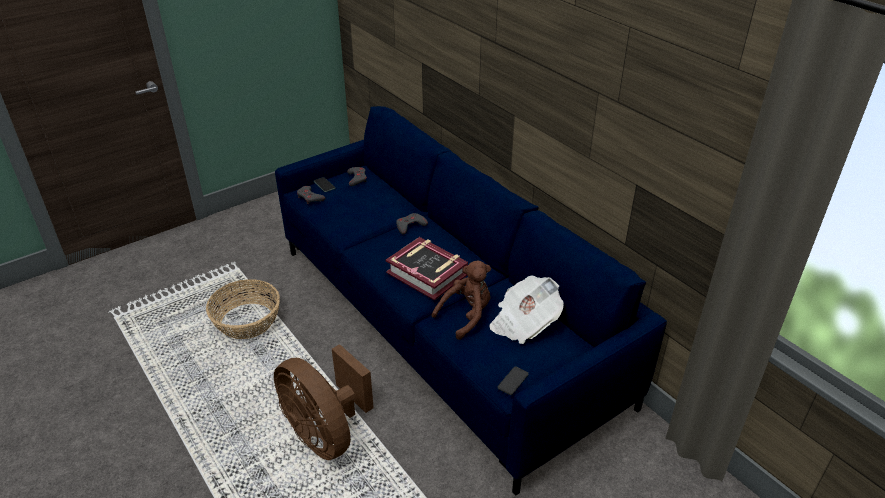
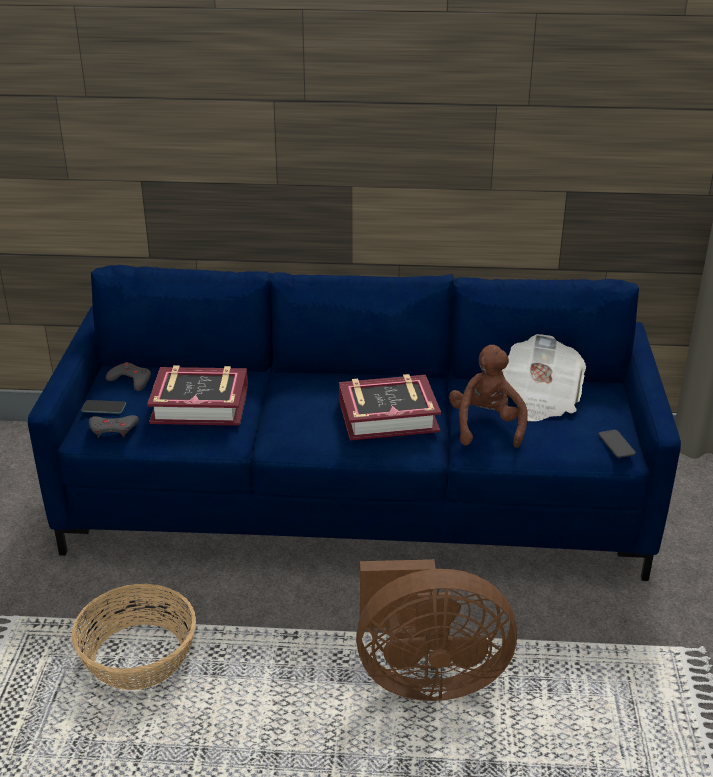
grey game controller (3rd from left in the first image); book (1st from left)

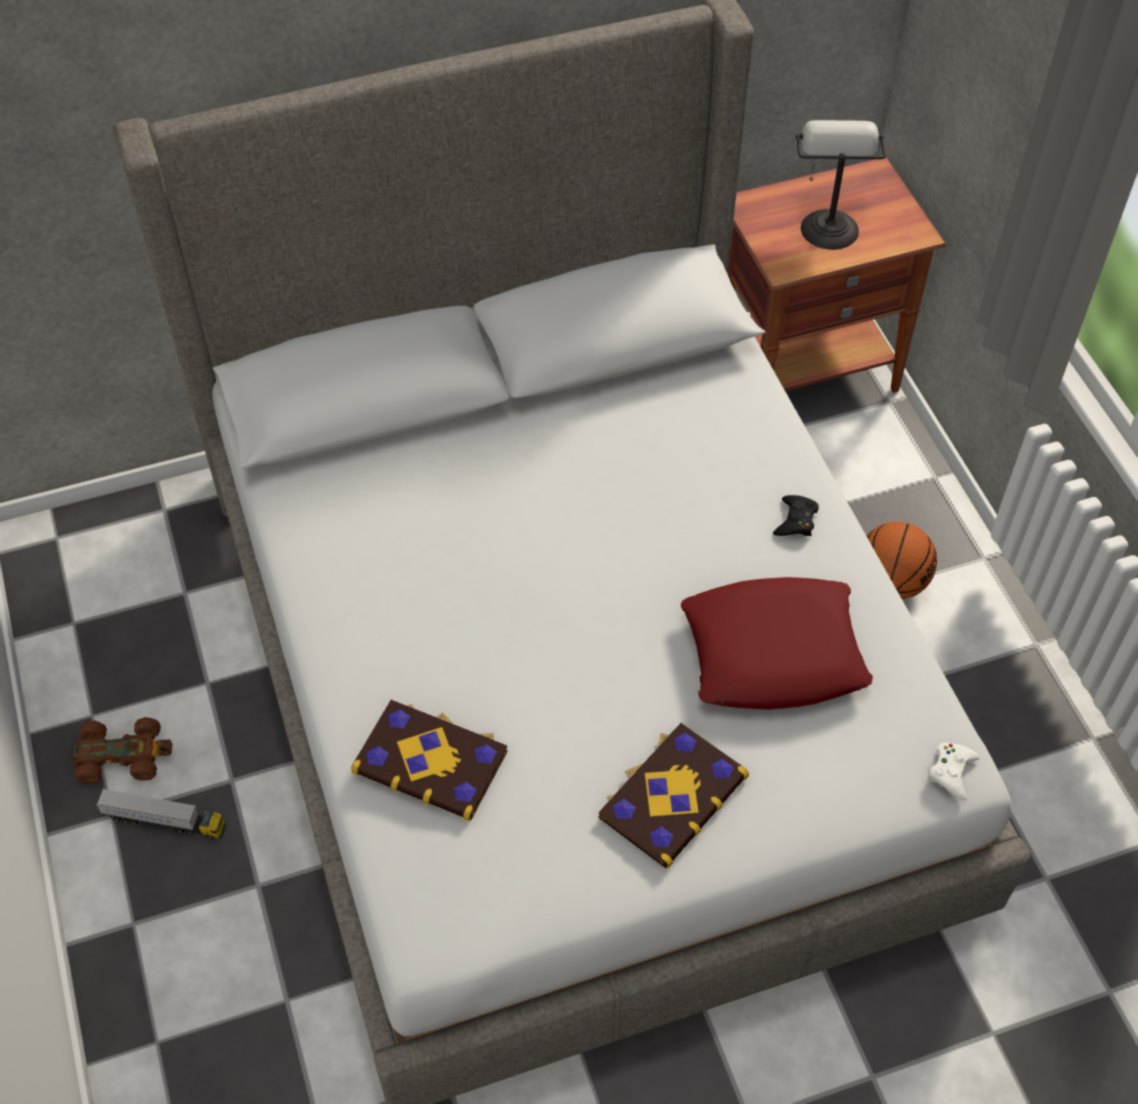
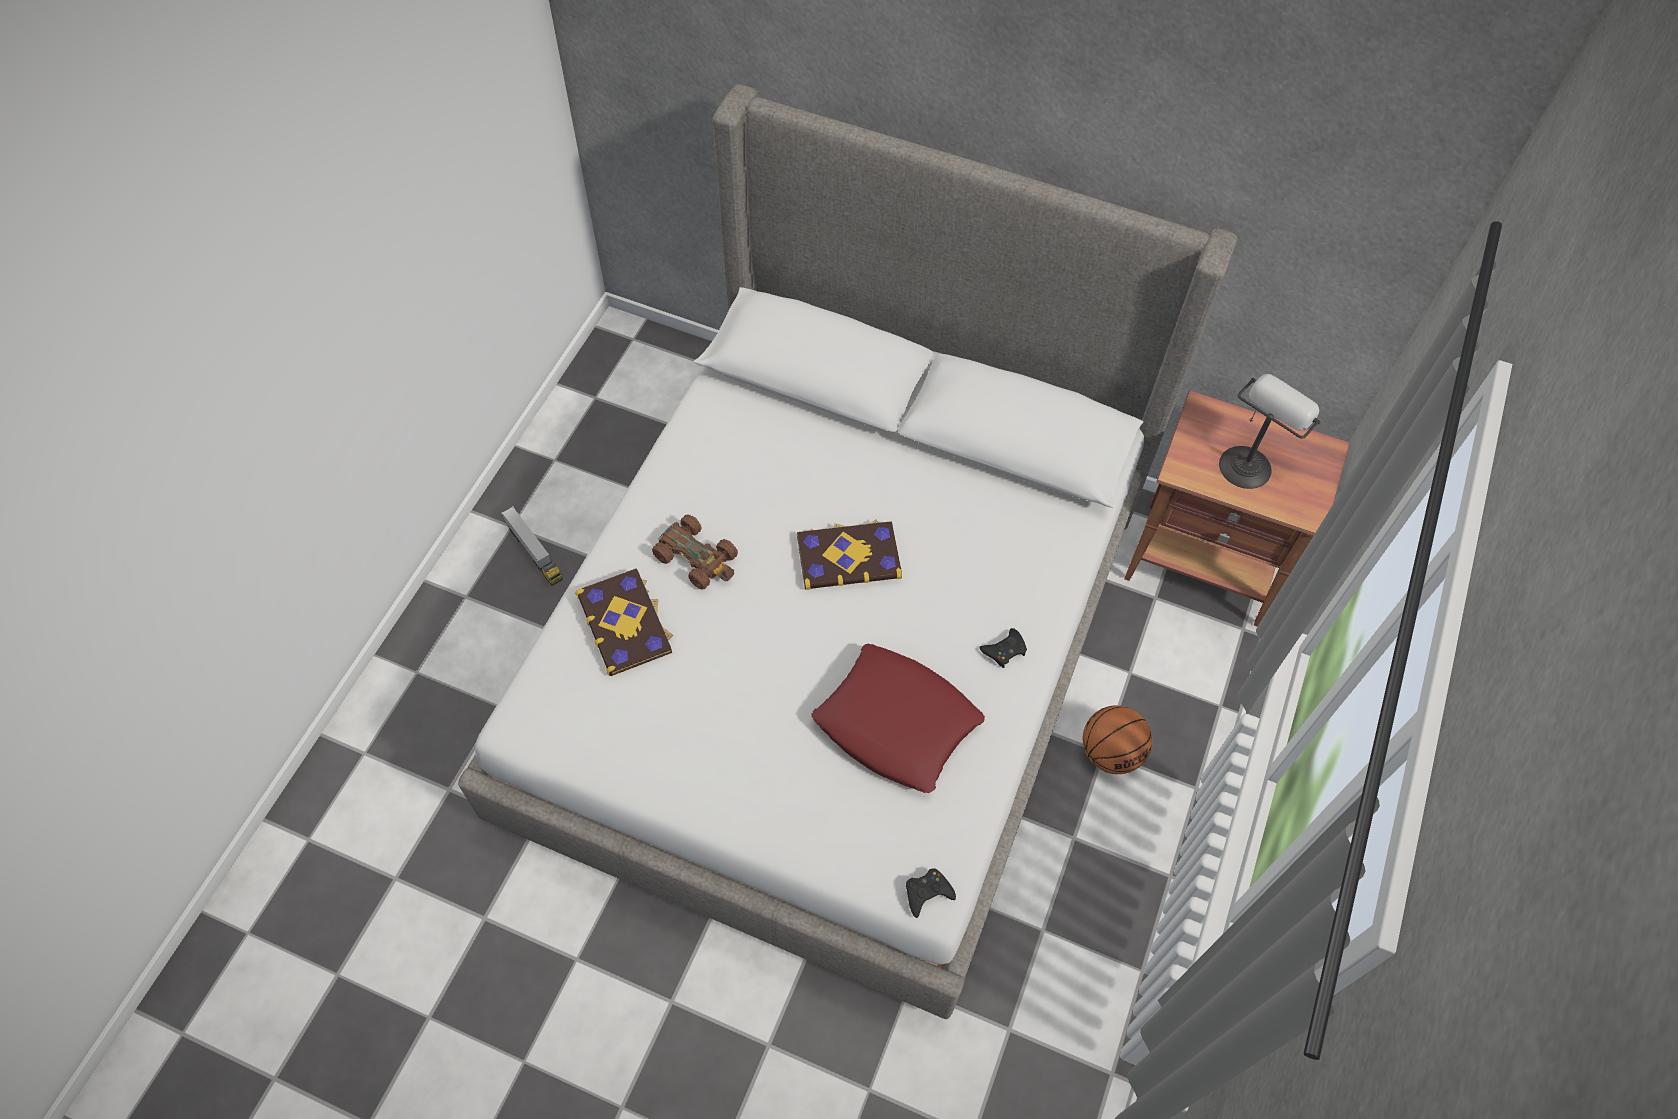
brown toy car; book (2nd from left); black game controller (1st from left)

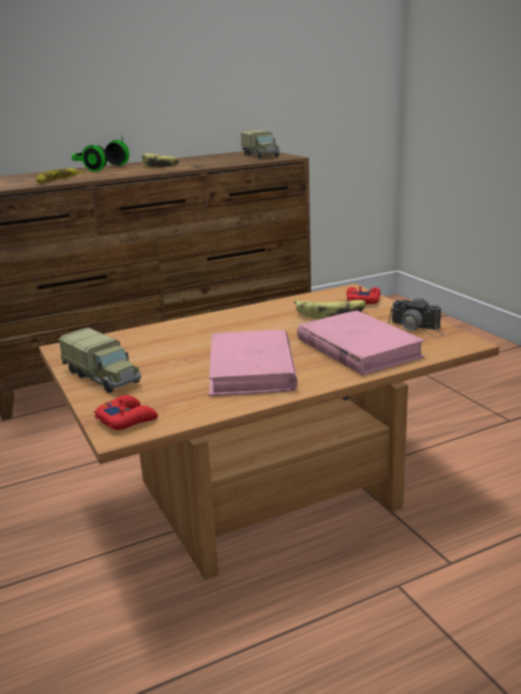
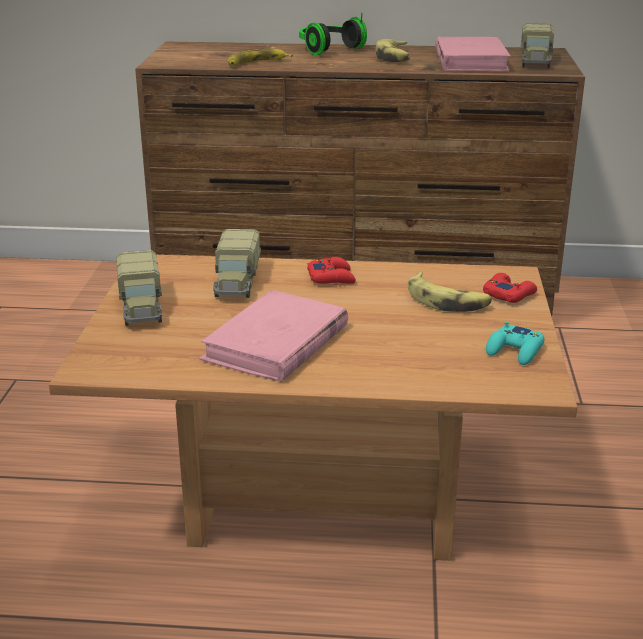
turquoise game controller; pink book (2nd from left); red game controller (1st from left); toy truck (2nd from left)

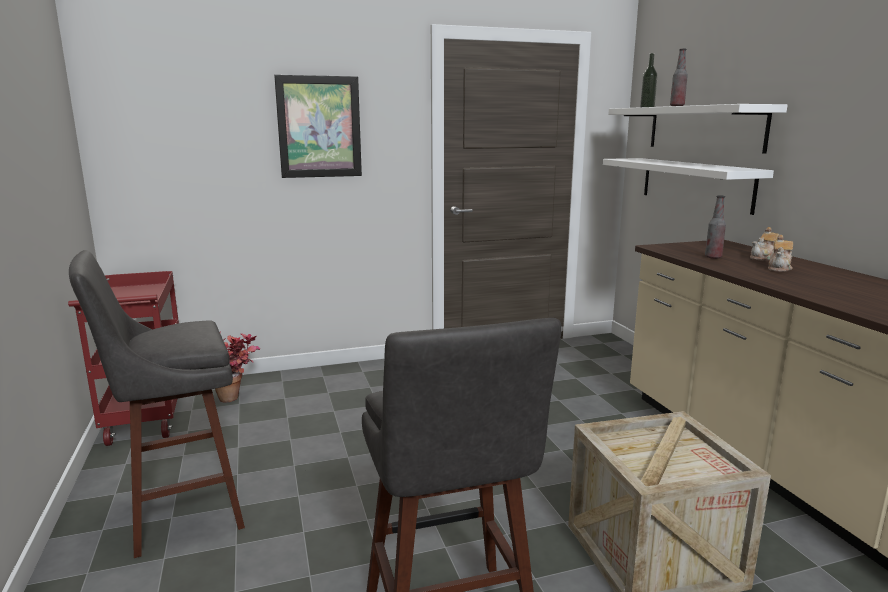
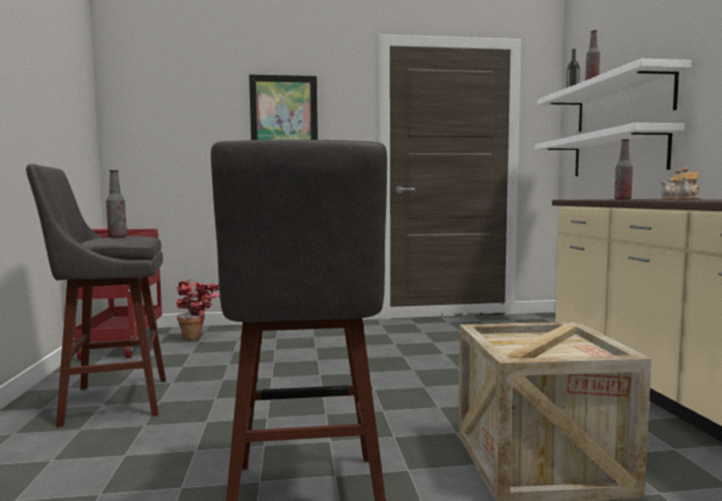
bottle (1st from left)

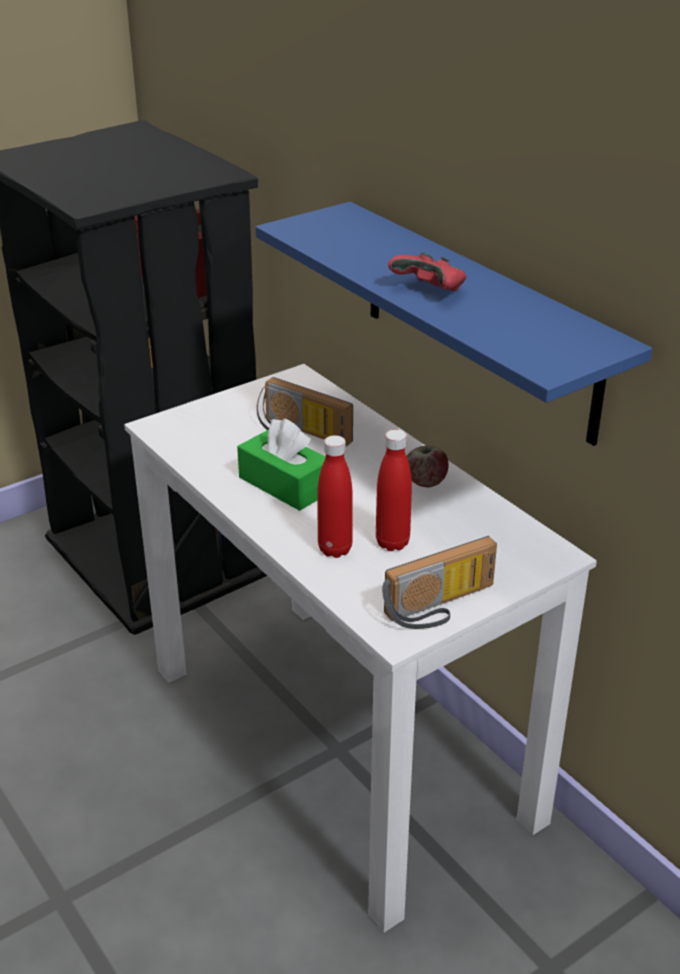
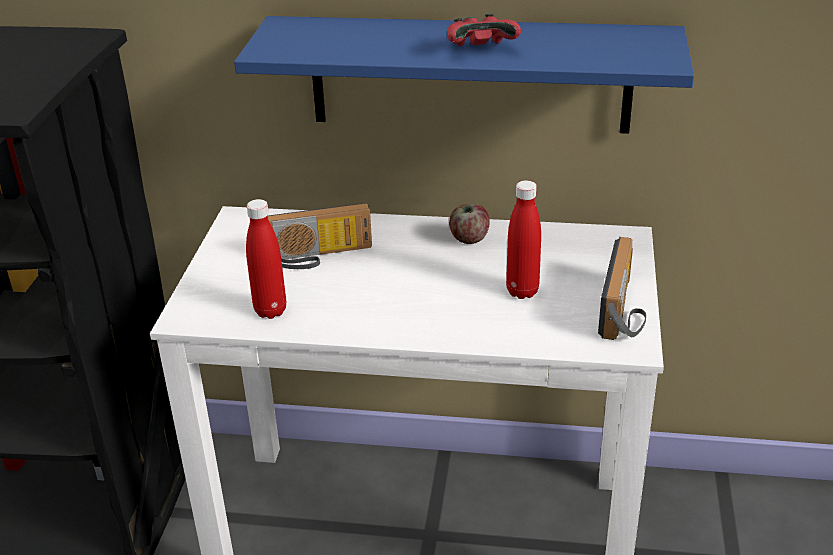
green tissue box; red bottle (1st from left)

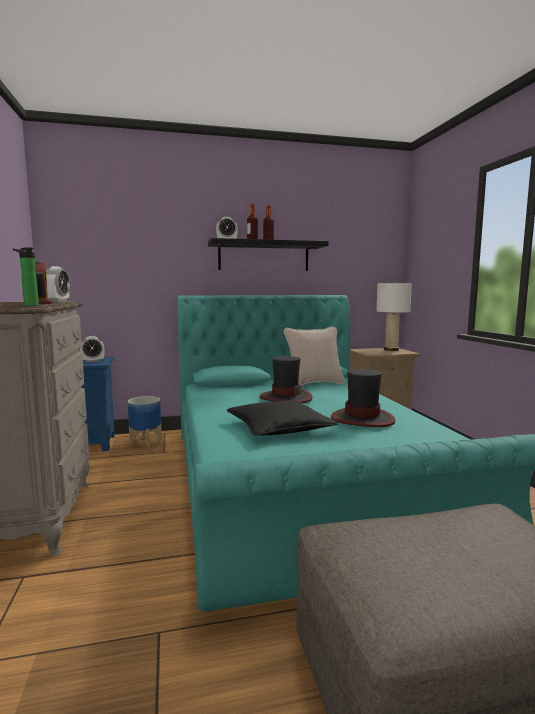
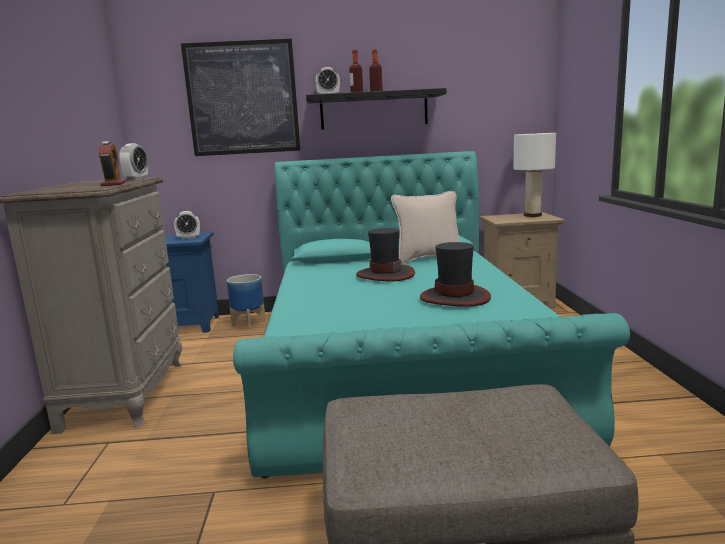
bottle (1st from left in the first image); black pillow; picture

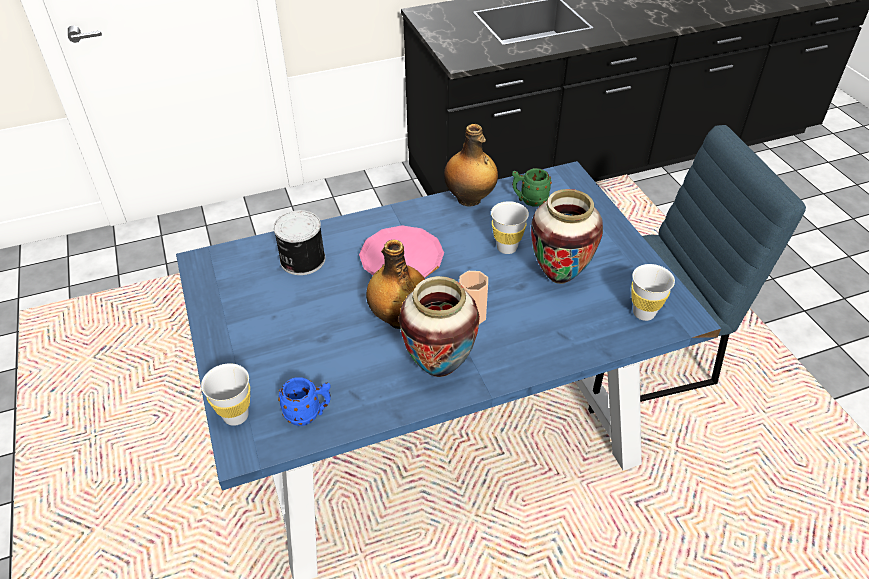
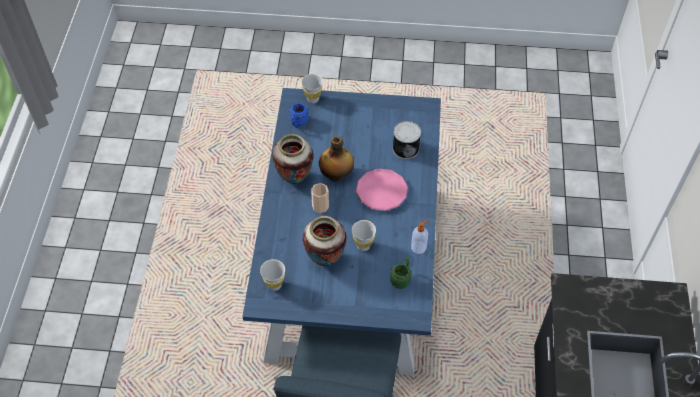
soap dispenser

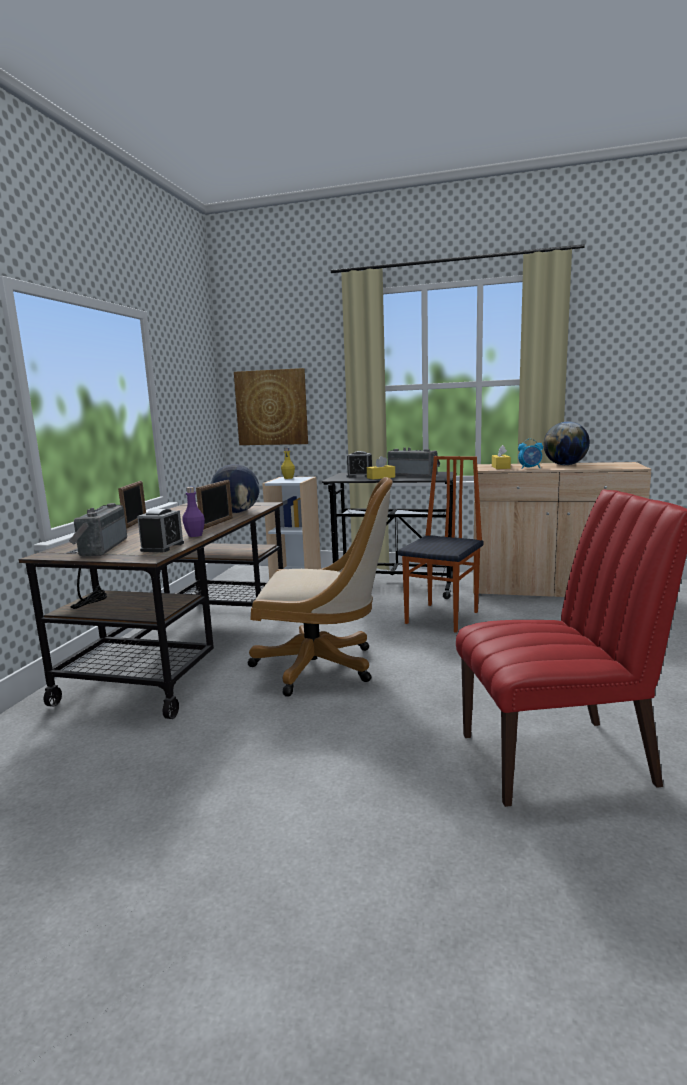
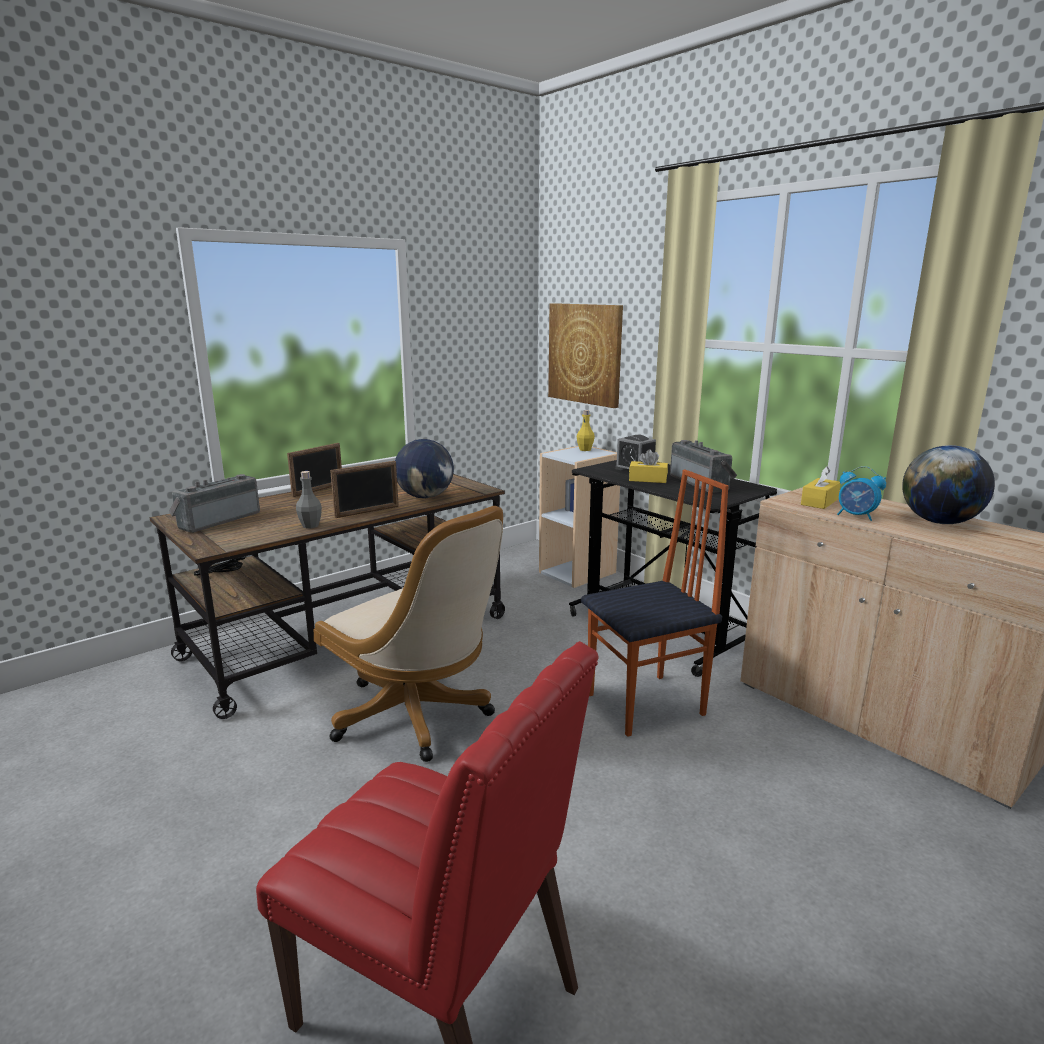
grey bottle; alarm clock (1st from left in the first image)

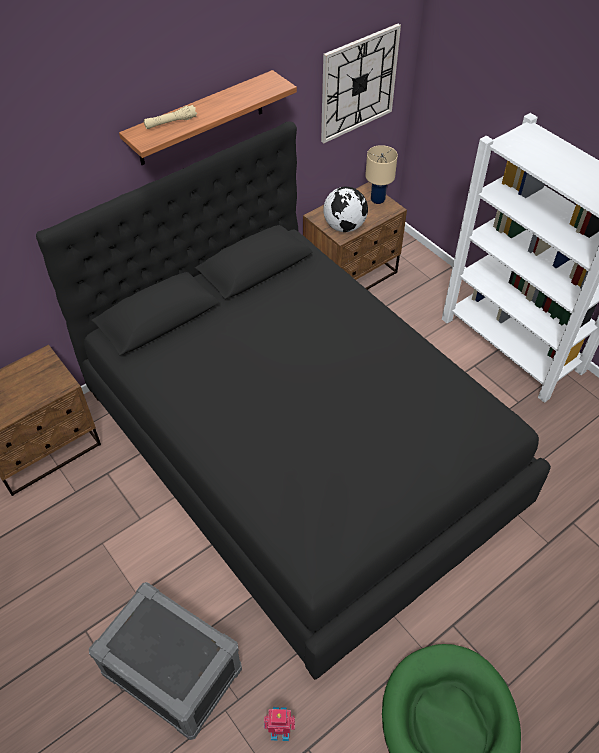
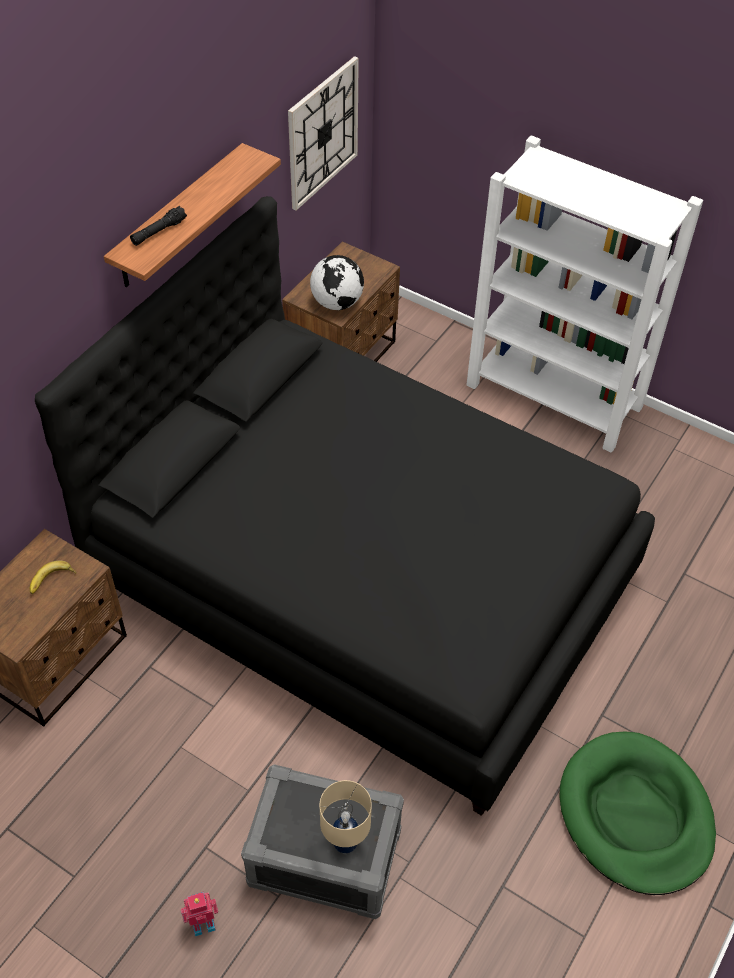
black flashlight; beige table lamp; toy robot; banana

